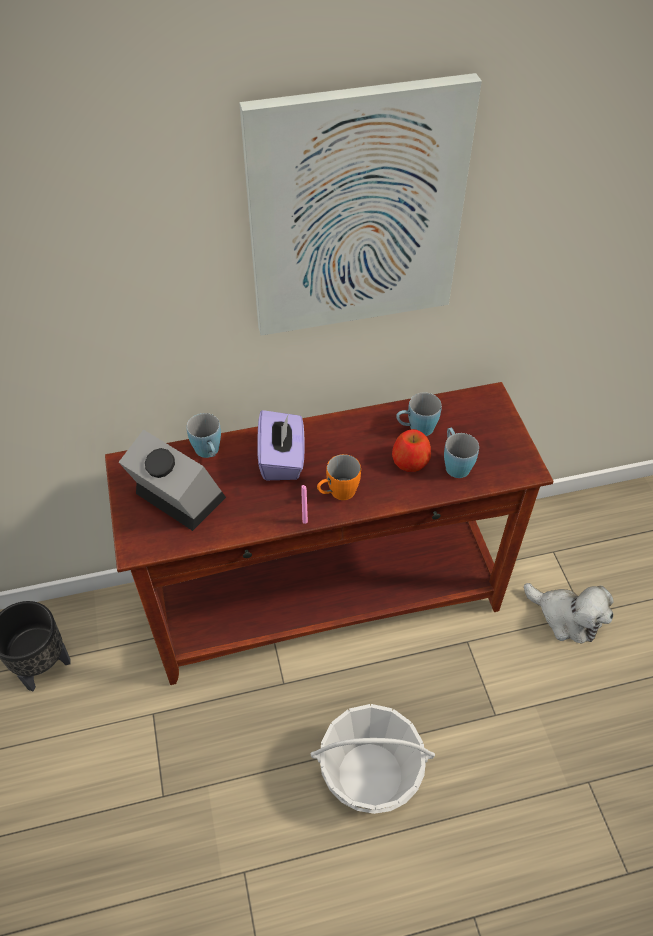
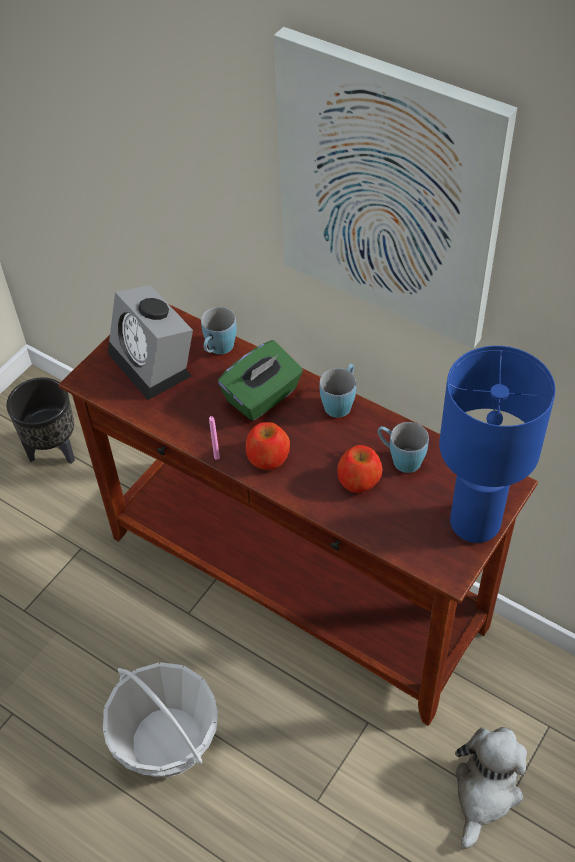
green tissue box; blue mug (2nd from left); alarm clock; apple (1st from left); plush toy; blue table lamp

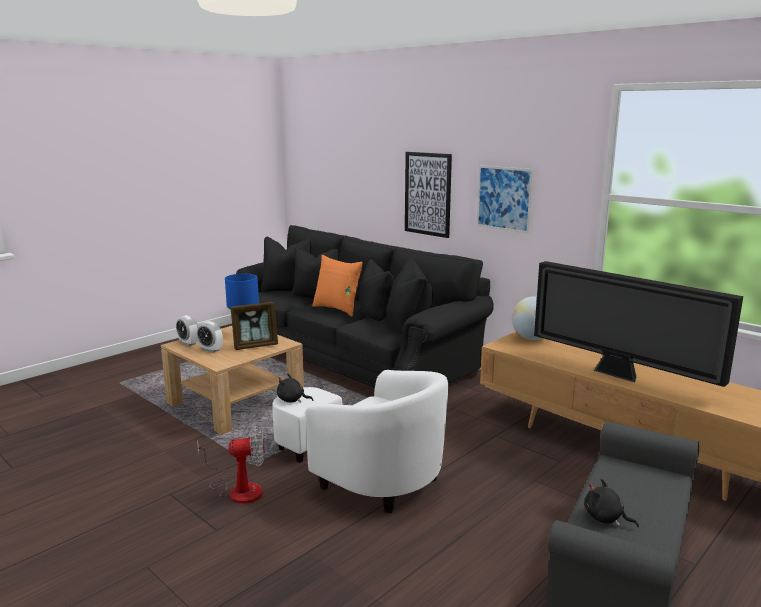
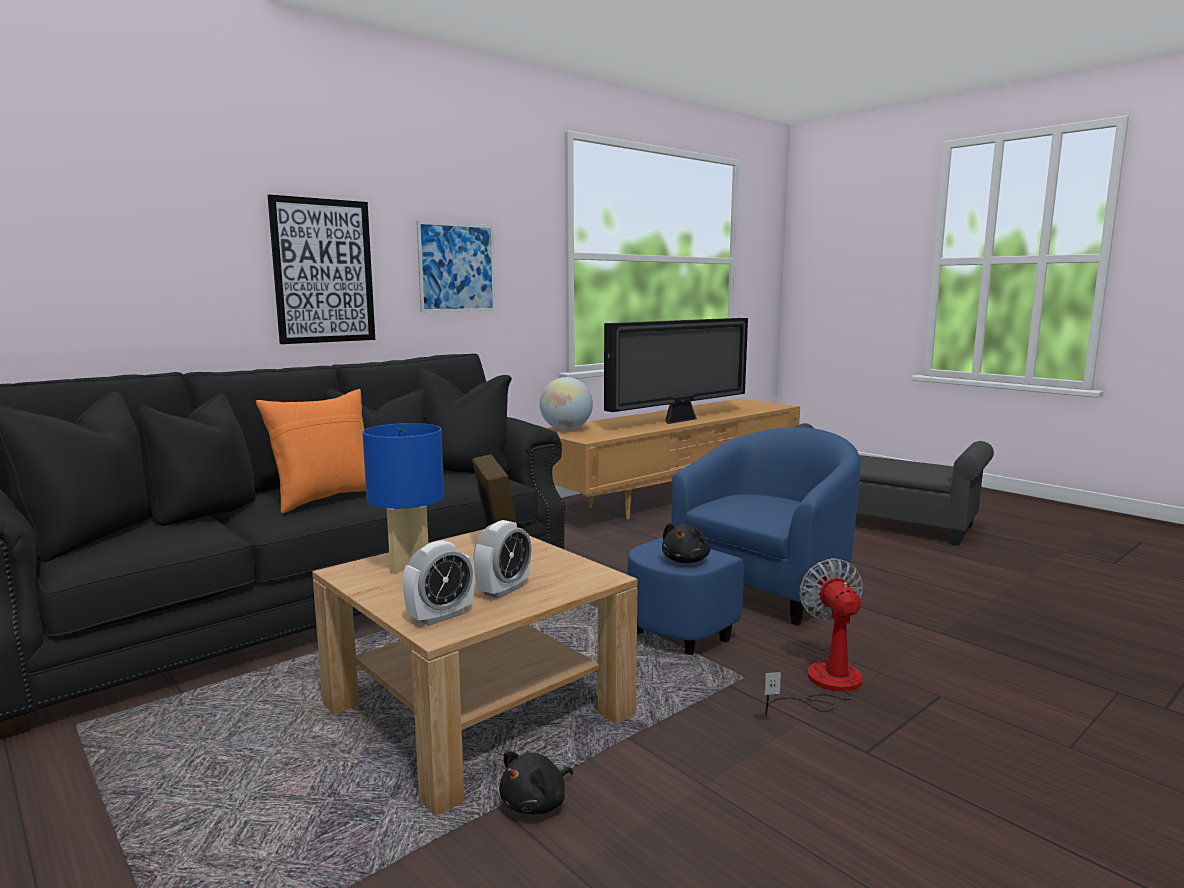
blue armchair; black plush toy (1st from left)

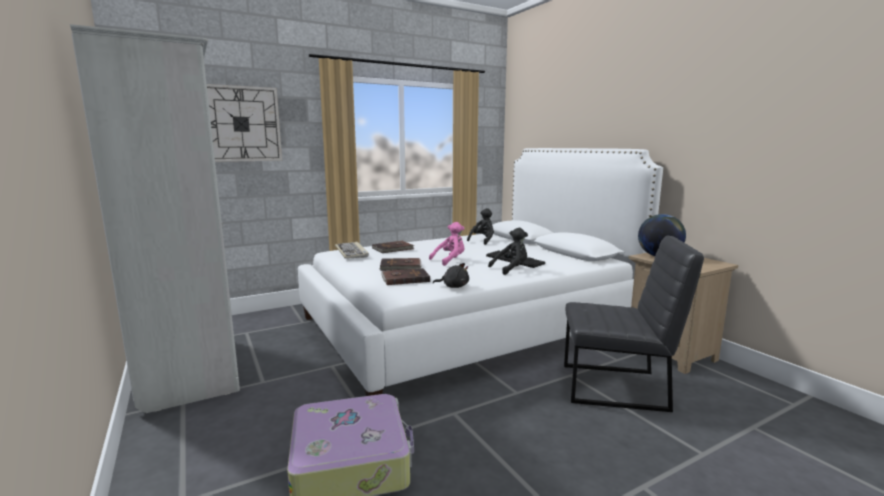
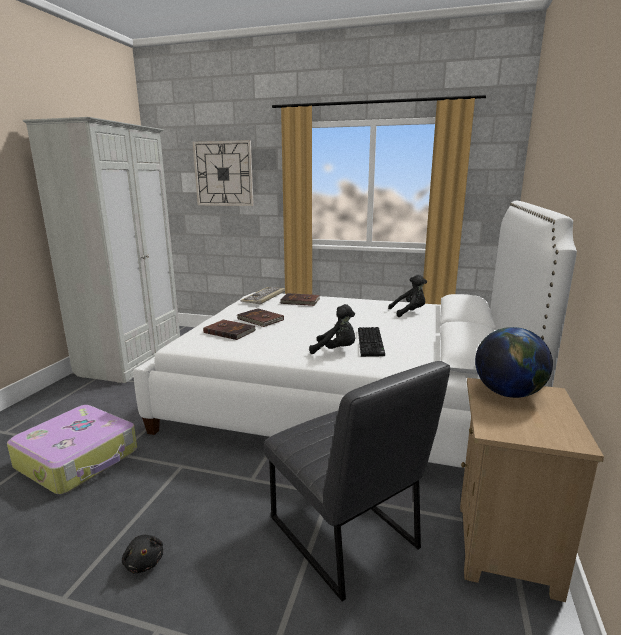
pink plush toy; black plush toy (1st from left)

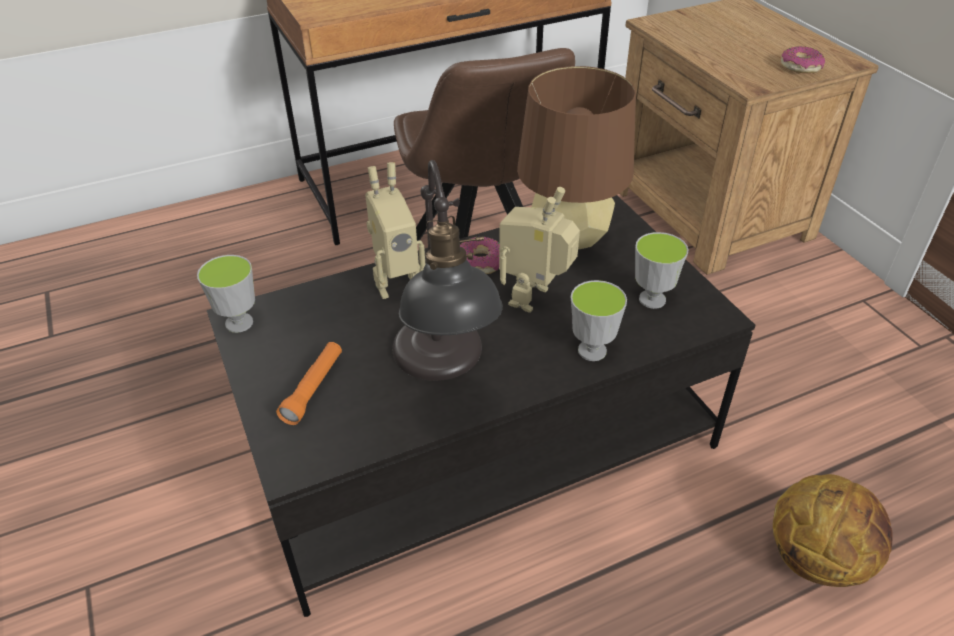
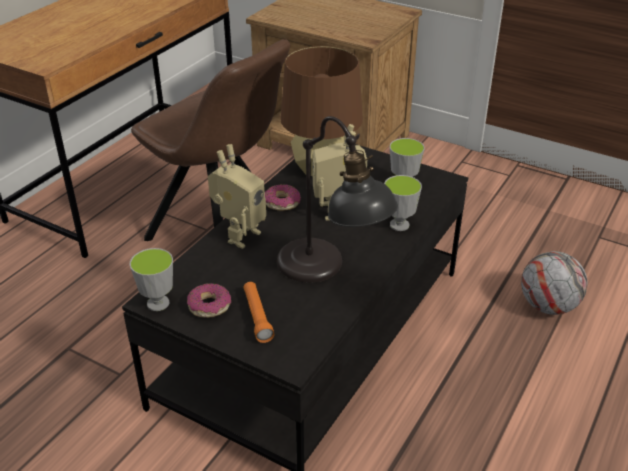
donut (1st from left); football

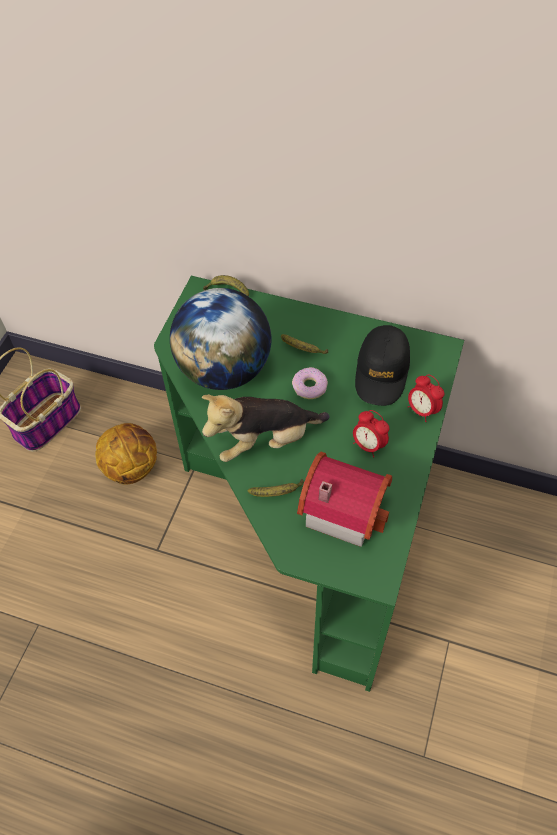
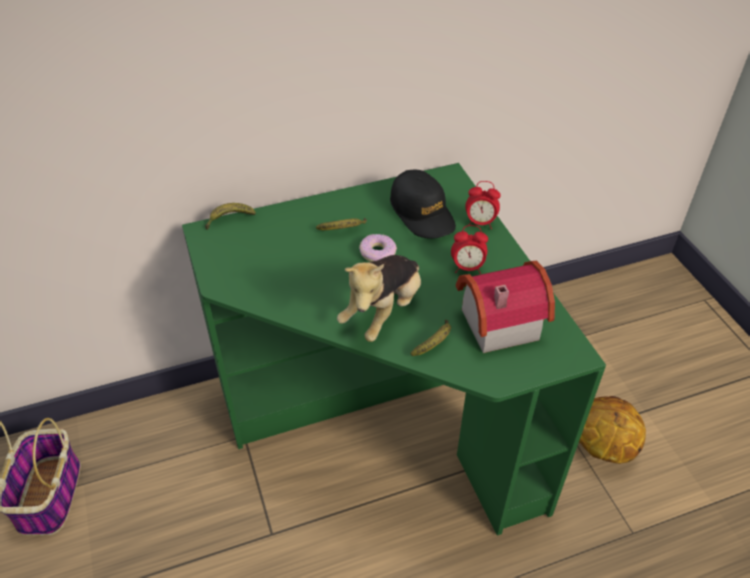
globe; basketball

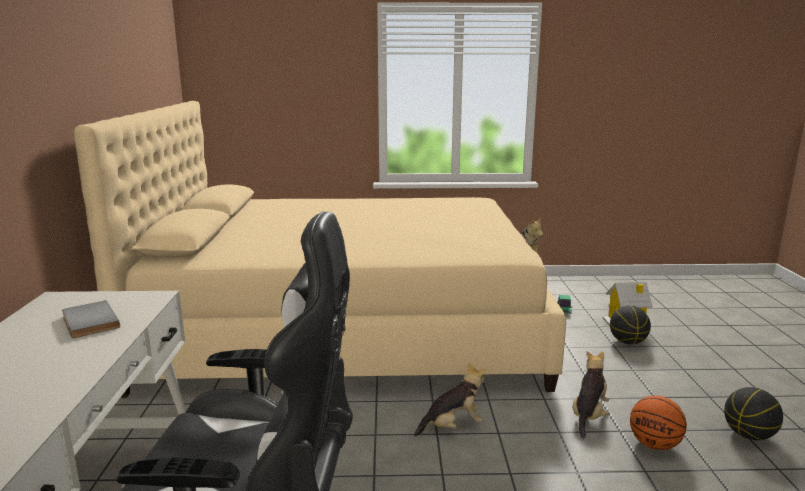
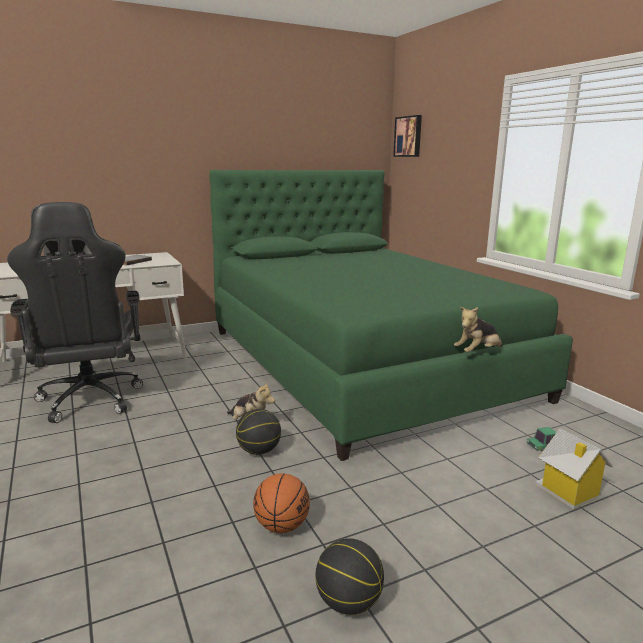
green bed; basketball (1st from left); plush toy (3rd from left in the first image); picture

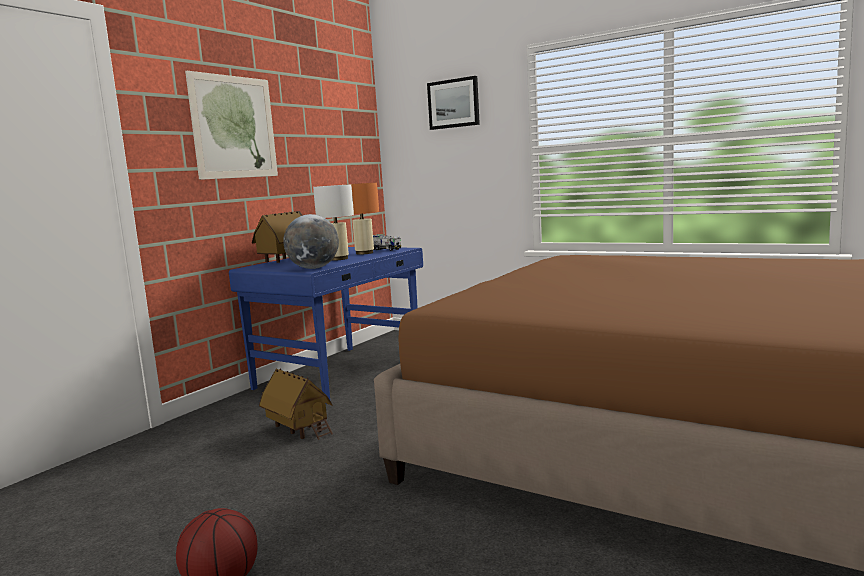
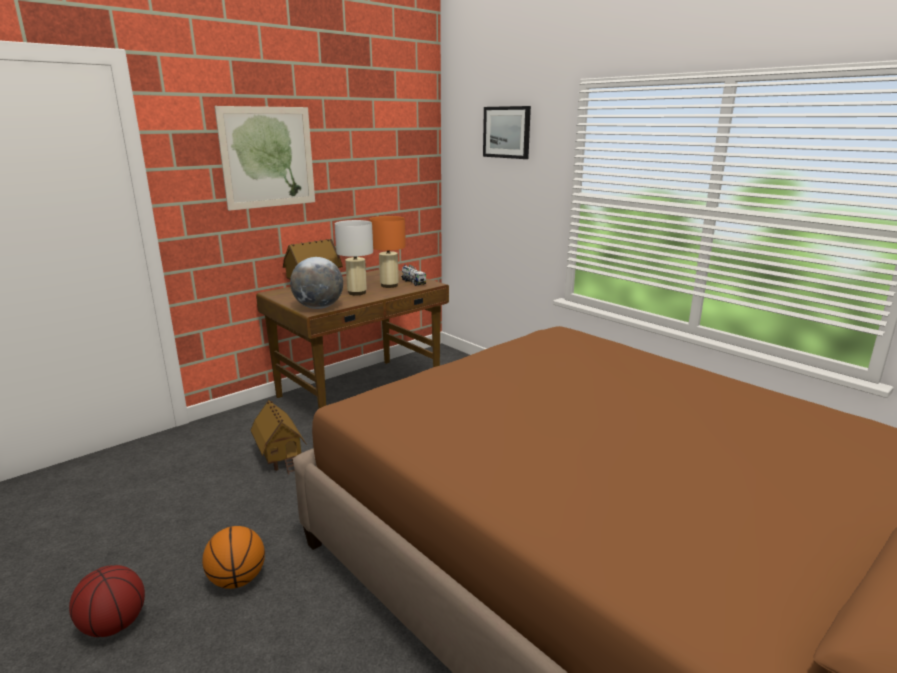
brown desk; basketball (2nd from left)

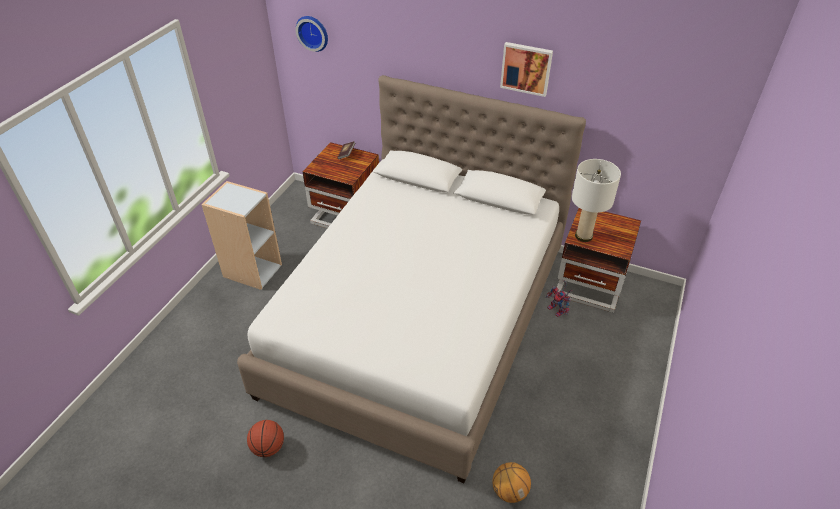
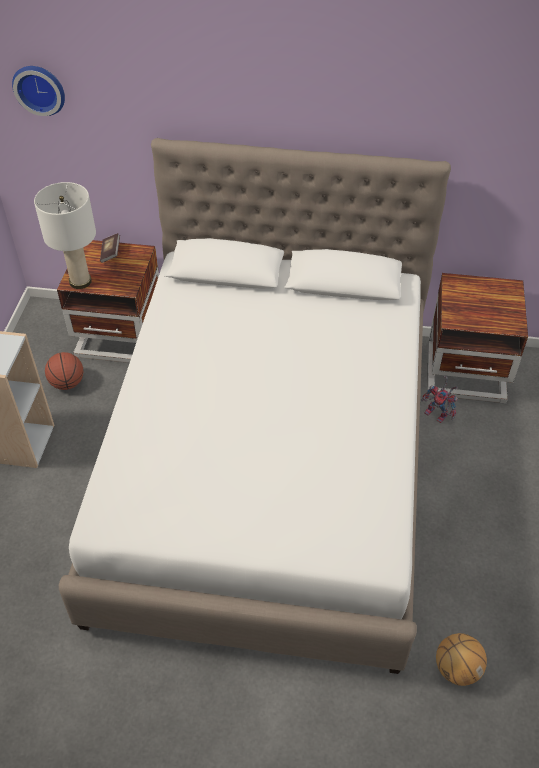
picture; white table lamp; basketball (1st from left)

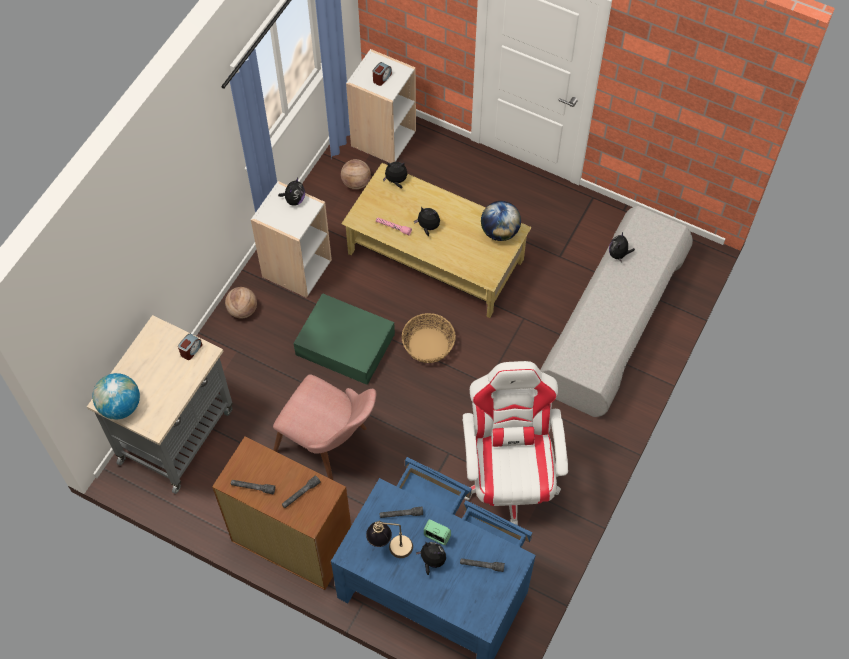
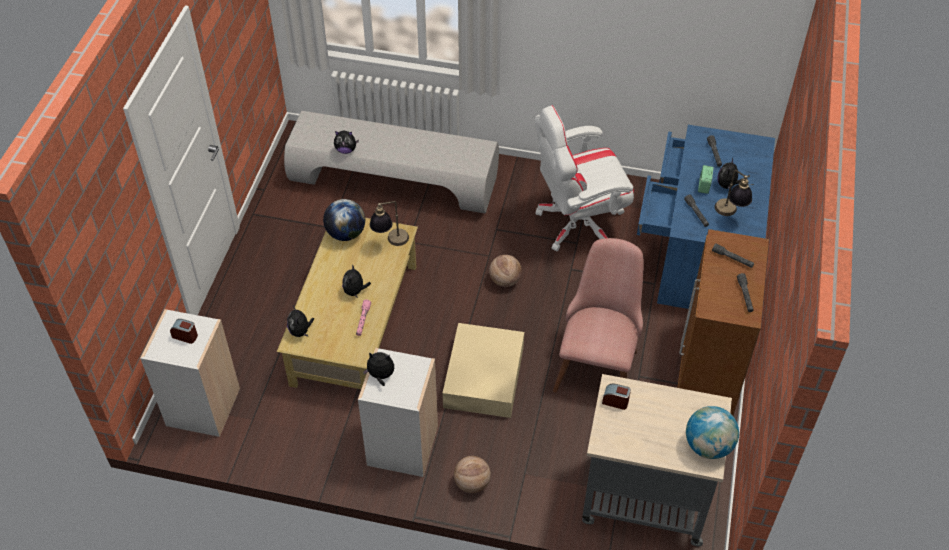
basketball (2nd from left); beige storage box; basket; table lamp (1st from left)

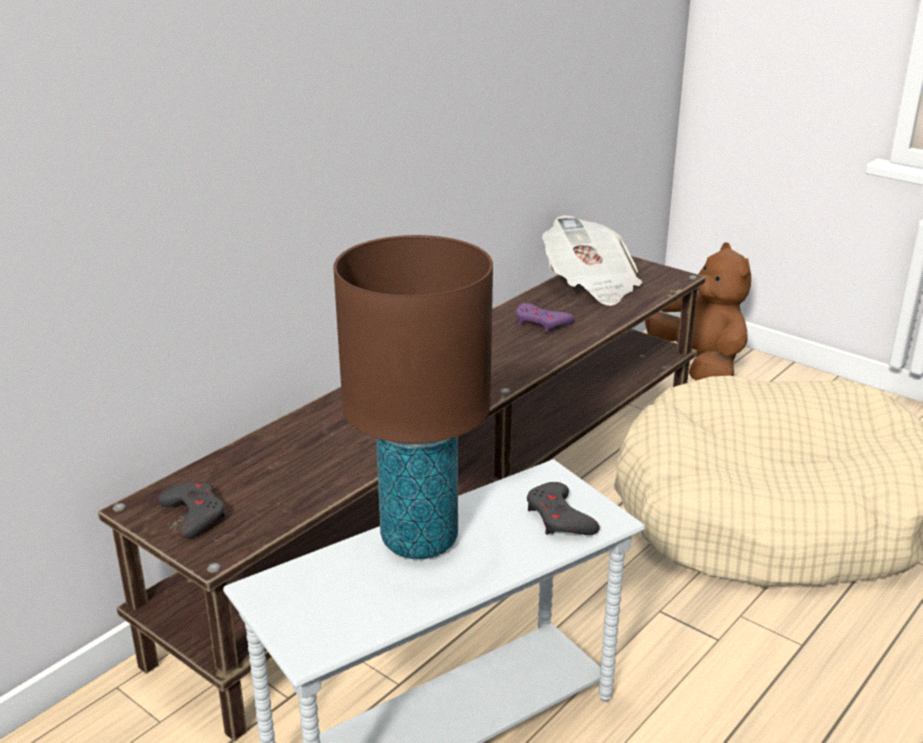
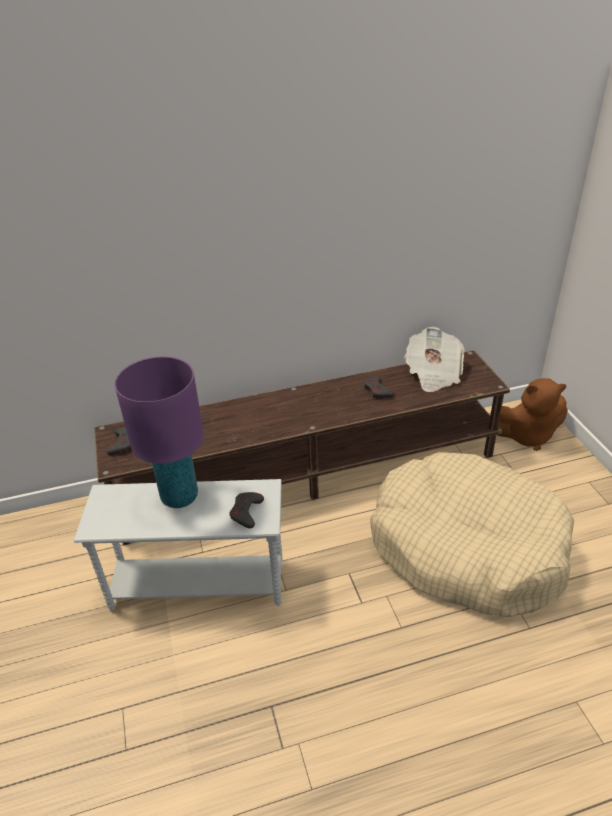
purple table lamp; brown plush toy; grey game controller (3rd from left)

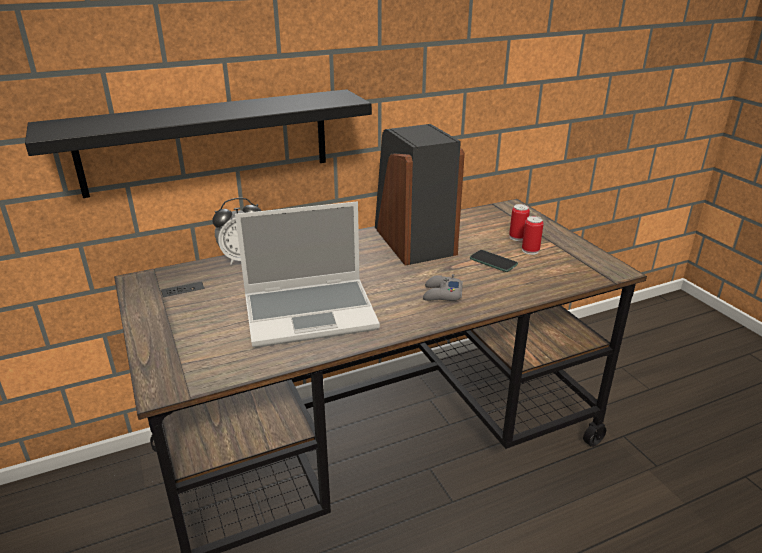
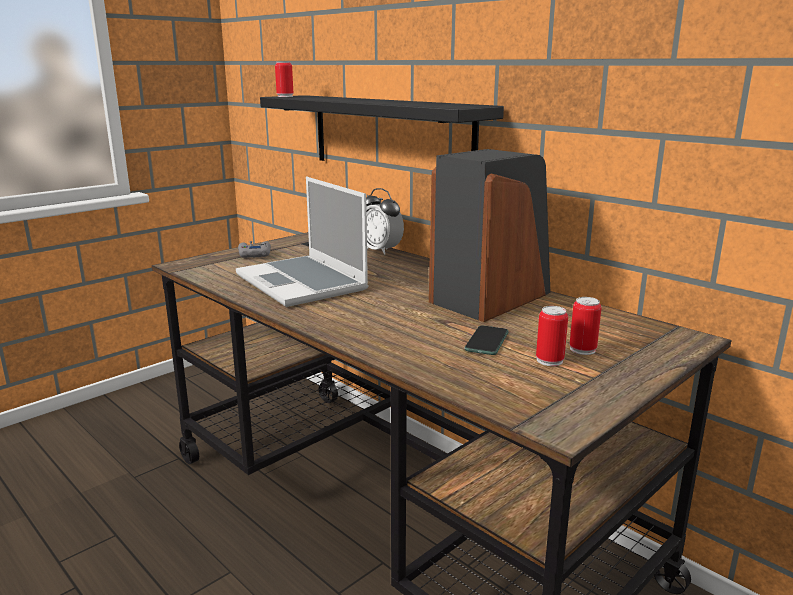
grey game controller; can (1st from left)

